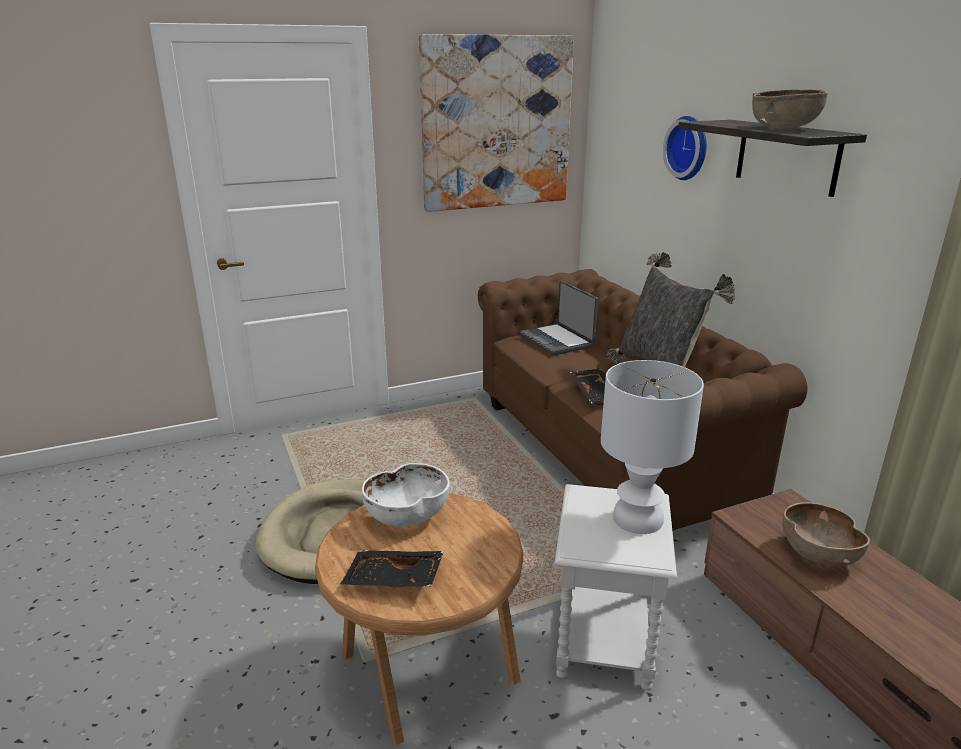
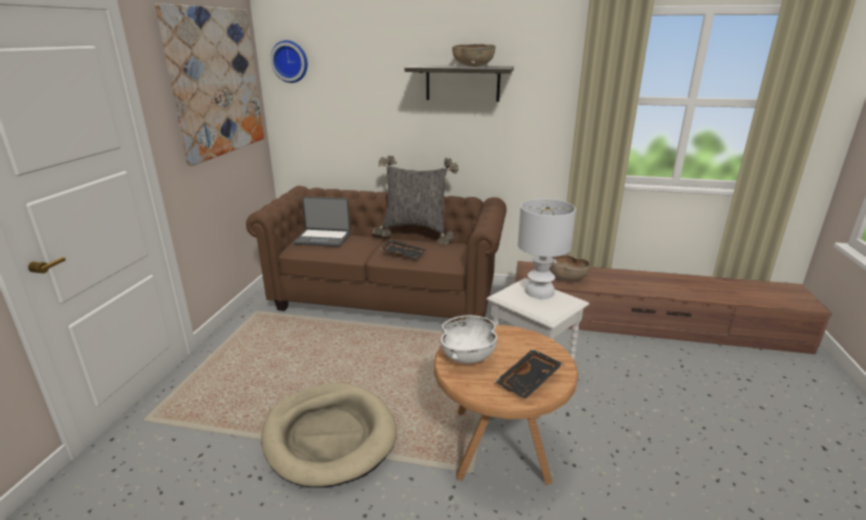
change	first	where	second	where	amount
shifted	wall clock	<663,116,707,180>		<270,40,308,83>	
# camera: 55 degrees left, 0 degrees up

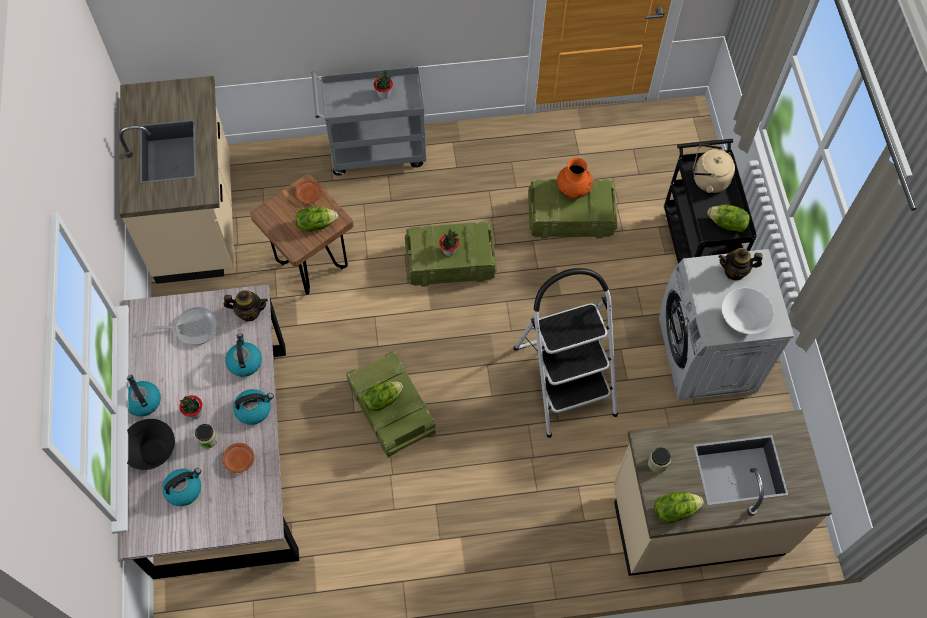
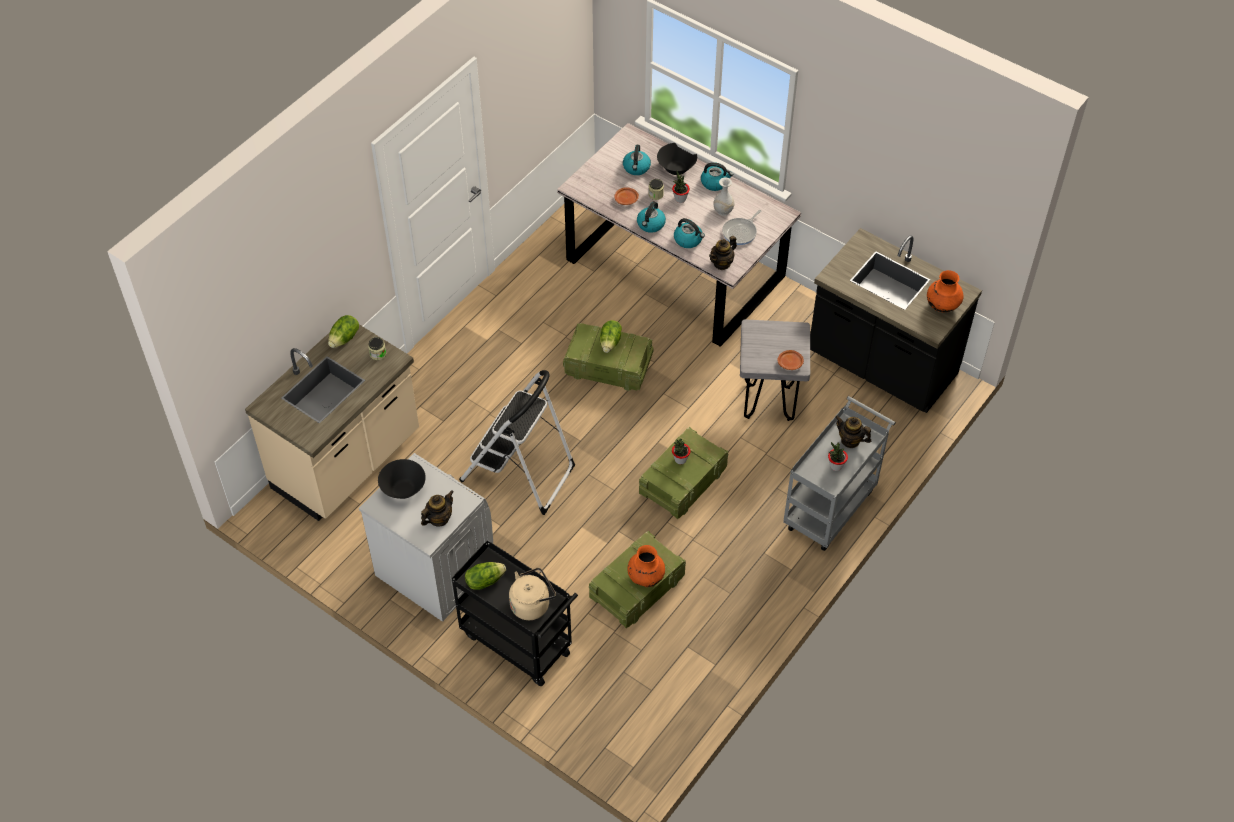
change	first	where	second	where	amount
repainted	white bowl	<722,288,774,334>	black bowl	<378,459,426,499>	
new			white vase	<713,177,734,216>	
repainted	brown stool	<250,174,354,295>	grey stool	<740,319,810,421>	
repainted	beige counter	<119,76,235,284>	black counter	<810,228,982,413>	
new			teapot	<835,415,871,448>	
new			orange vase	<927,270,964,312>	
gone	lettuce	<296,207,338,232>			
# camera: 135 degrees right, 10 degrees down

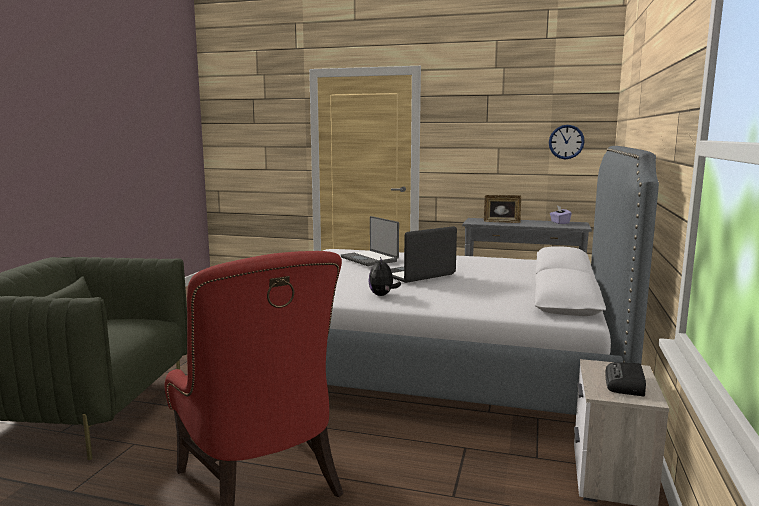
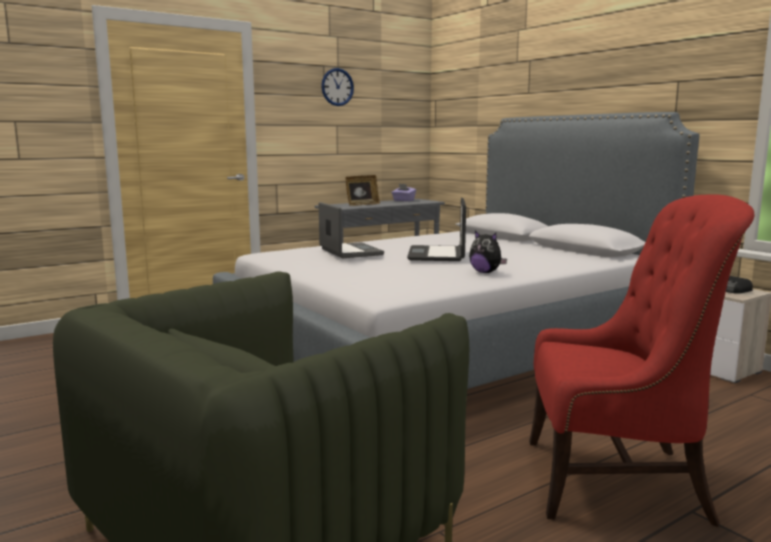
change	first	where	second	where	amount
rotated	laptop	<341,216,399,266>		<319,202,384,258>	120 degrees counterclockwise
shifted	wall clock	<549,125,585,159>		<321,68,354,106>	
# camera: 50 degrees left, 0 degrees up

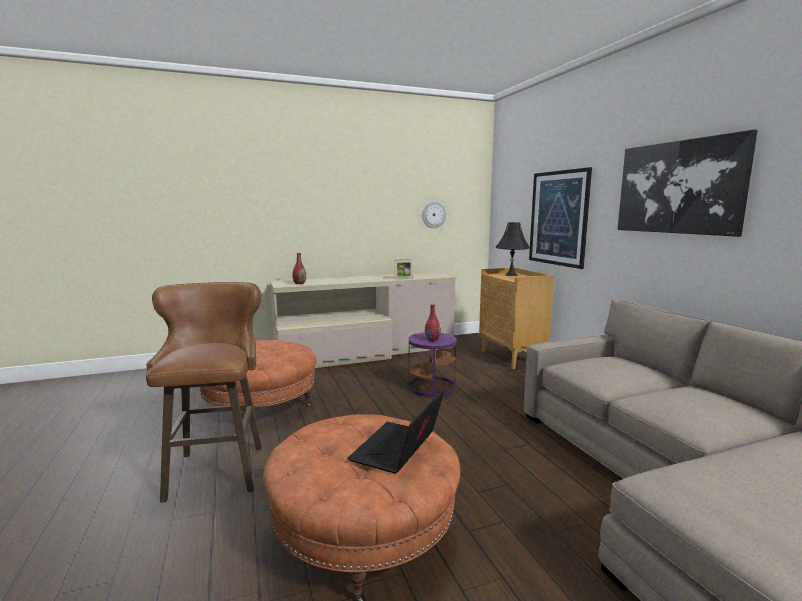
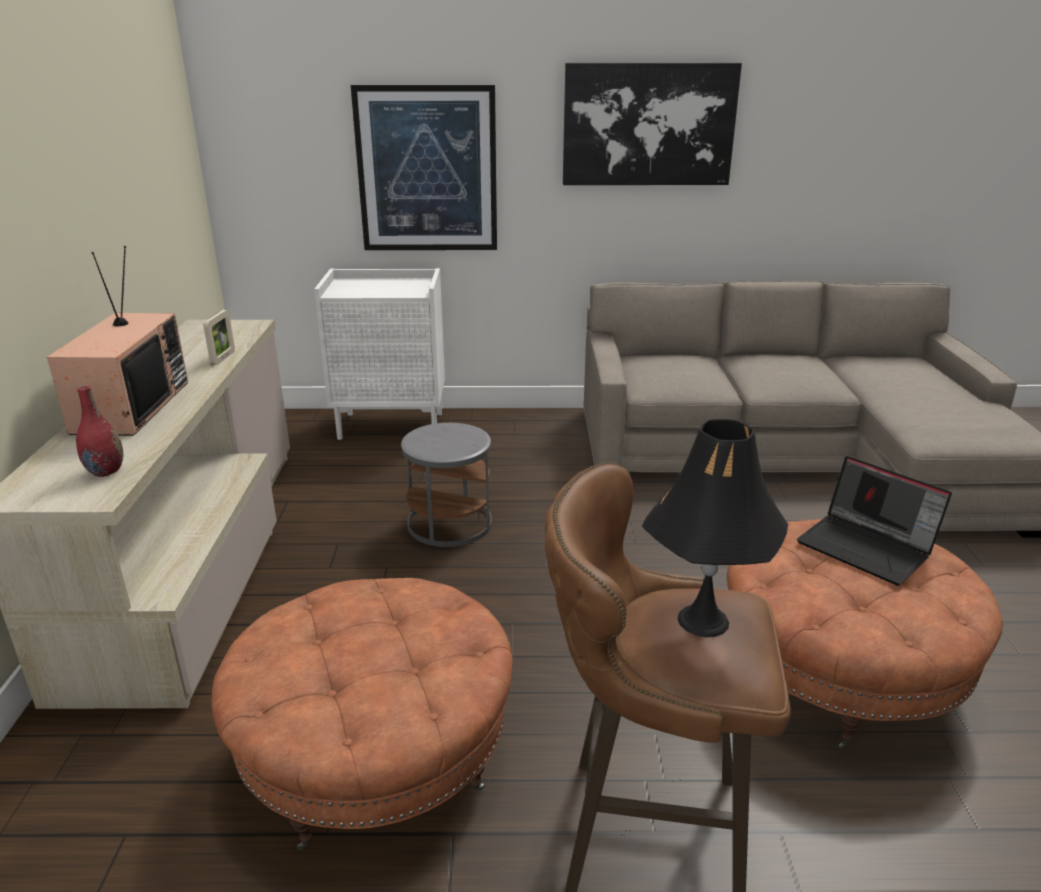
change	first	where	second	where	amount
new			television	<47,246,188,436>	
repainted	brown cabinet	<479,267,554,369>	white cabinet	<314,268,445,440>	
repainted	purple side table	<408,332,457,397>	grey side table	<401,423,492,547>	
shifted	black table lamp	<495,222,530,276>		<642,419,788,637>	
gone	wall clock	<422,201,446,228>			
gone	red vase	<425,304,441,341>			
# camera: 70 degrees left, 15 degrees up

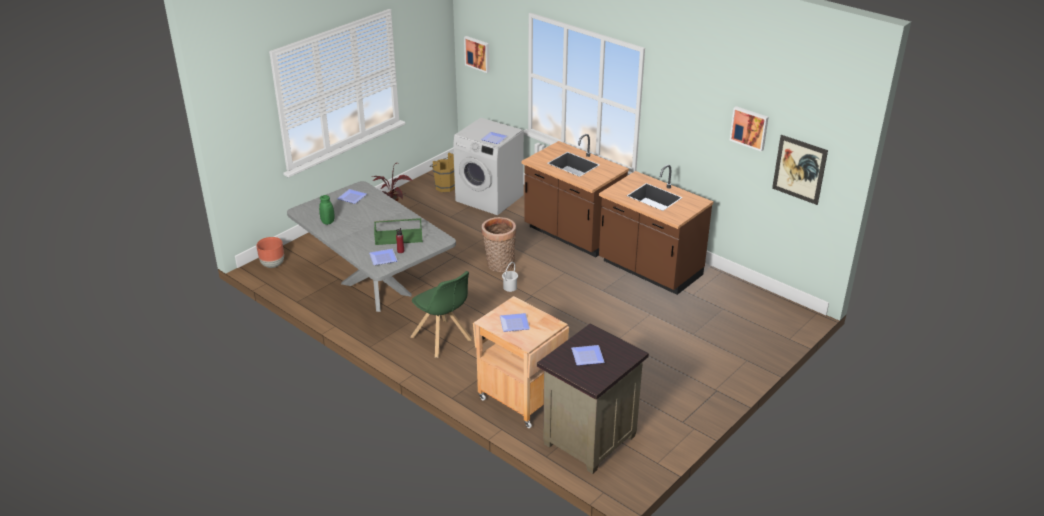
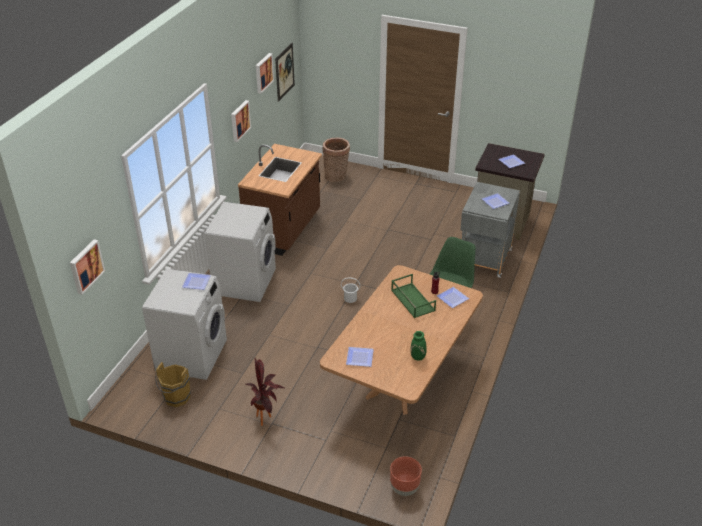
change	first	where	second	where	amount
swapped	brown counter	<521,134,629,257>	white washing machine	<205,202,276,302>	
new			picture	<231,100,251,142>	
repainted	grey dining table	<287,181,456,312>	brown dining table	<320,265,483,415>	
shifted	basket	<482,217,516,272>		<323,138,350,182>	
repainted	brown cart	<473,296,569,428>	grey cart	<460,182,520,278>	
# camera: 110 degrees left, 5 degrees up

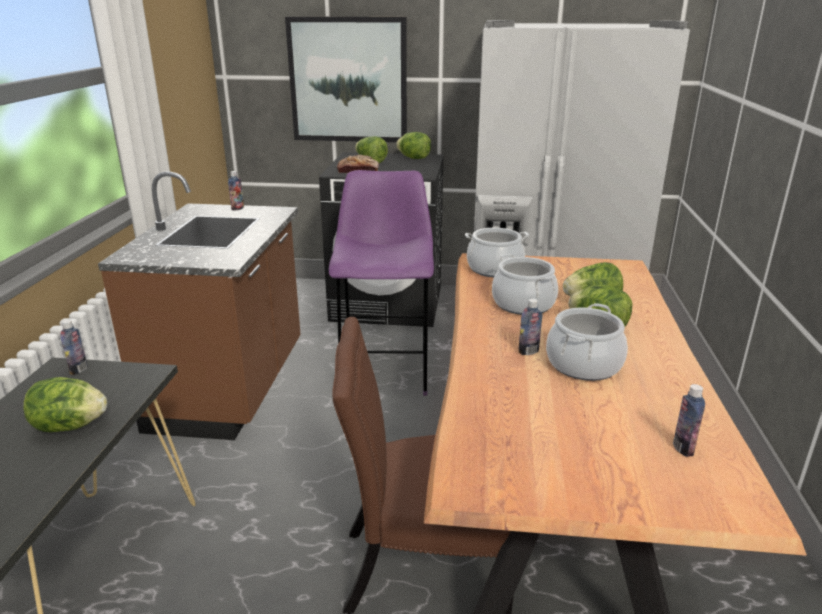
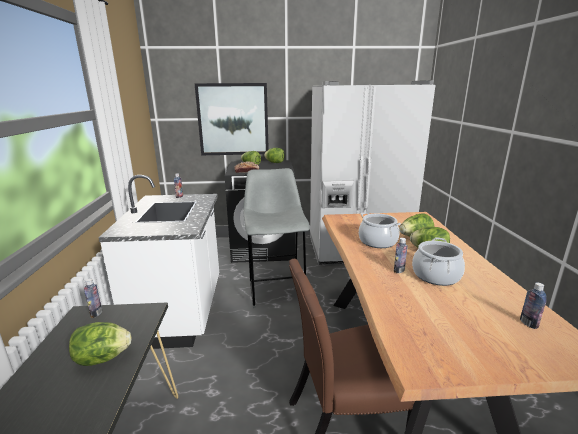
change	first	where	second	where	amount
repainted	brown counter	<98,172,301,440>	white counter	<99,175,219,349>	
repainted	purple stool	<329,170,434,395>	grey stool	<243,168,310,308>	
gone	cooking pot	<465,228,529,277>			
# camera: 10 degrees left, 5 degrees down

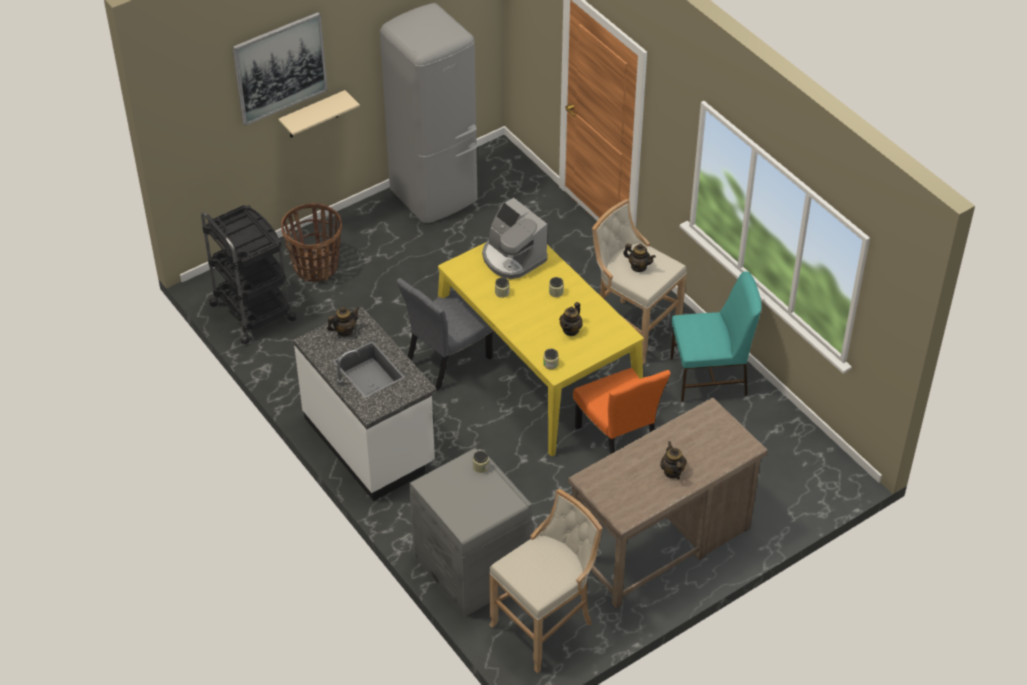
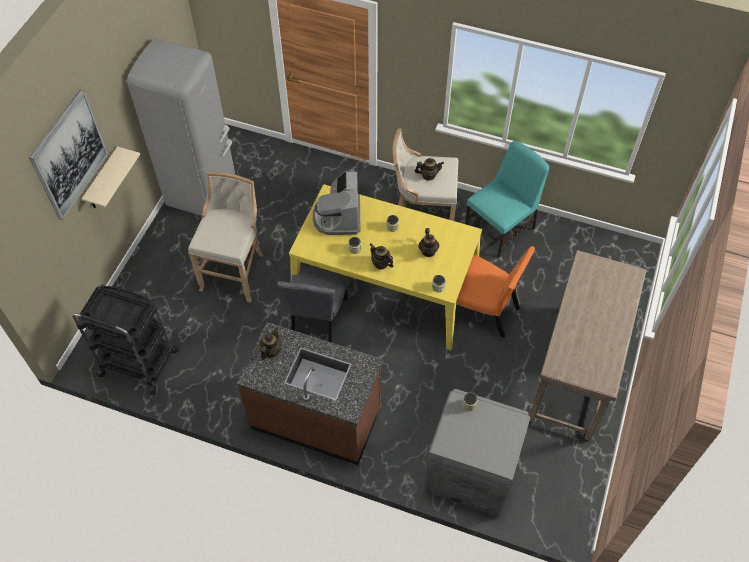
change	first	where	second	where	amount
shifted	beige stool	<489,489,603,673>		<188,172,263,303>	
repainted	white counter	<293,306,437,501>	brown counter	<236,322,383,465>	
rotated	coffee machine	<482,198,547,279>		<313,171,361,235>	75 degrees clockwise
shifted	teapot	<660,441,687,480>		<369,244,393,270>	
gone	basket	<281,203,342,282>			
# camera: 35 degrees left, 10 degrees up

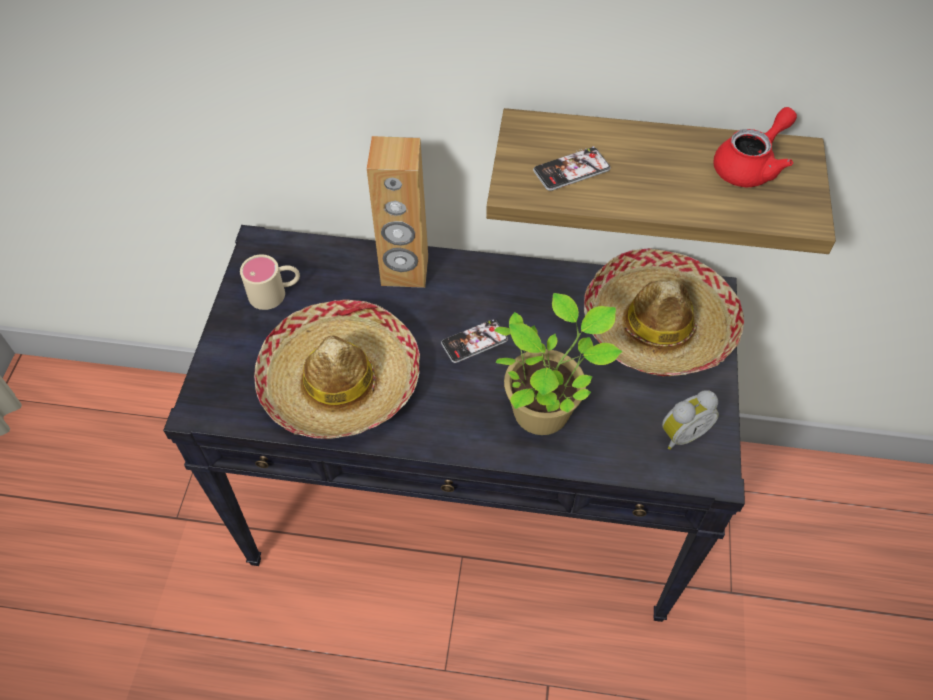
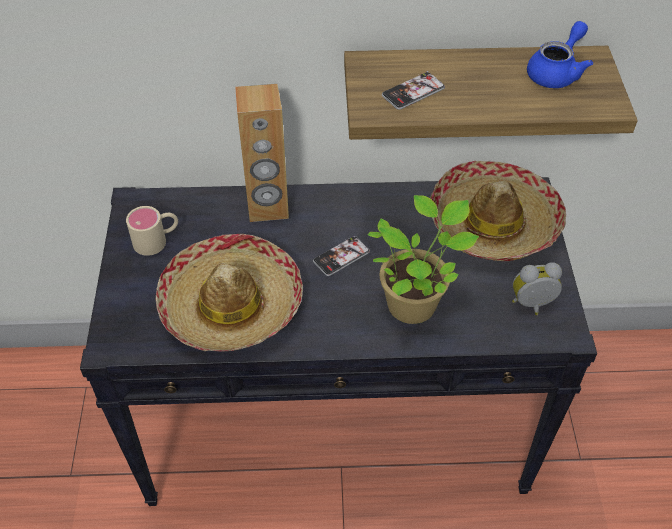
change	first	where	second	where	amount
rotated	alarm clock	<662,390,719,450>		<512,262,562,315>	150 degrees counterclockwise
repainted	red teapot	<713,107,797,187>	blue teapot	<527,21,593,88>	
# camera: 10 degrees left, 5 degrees down

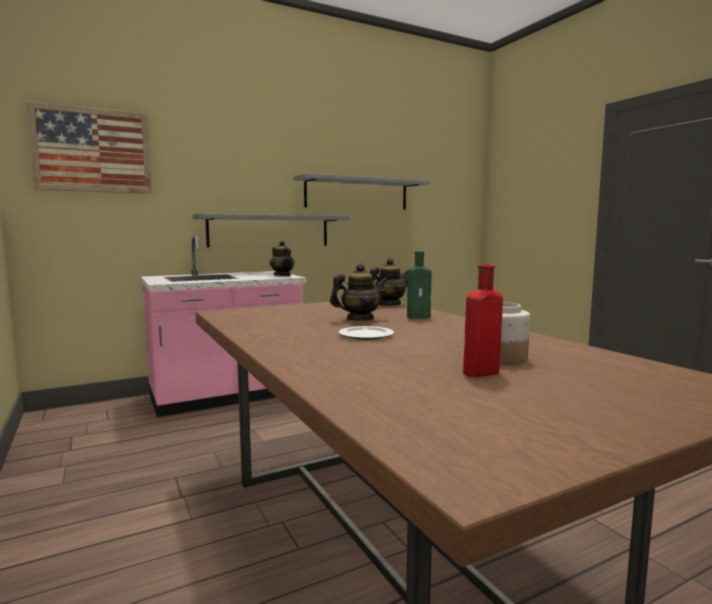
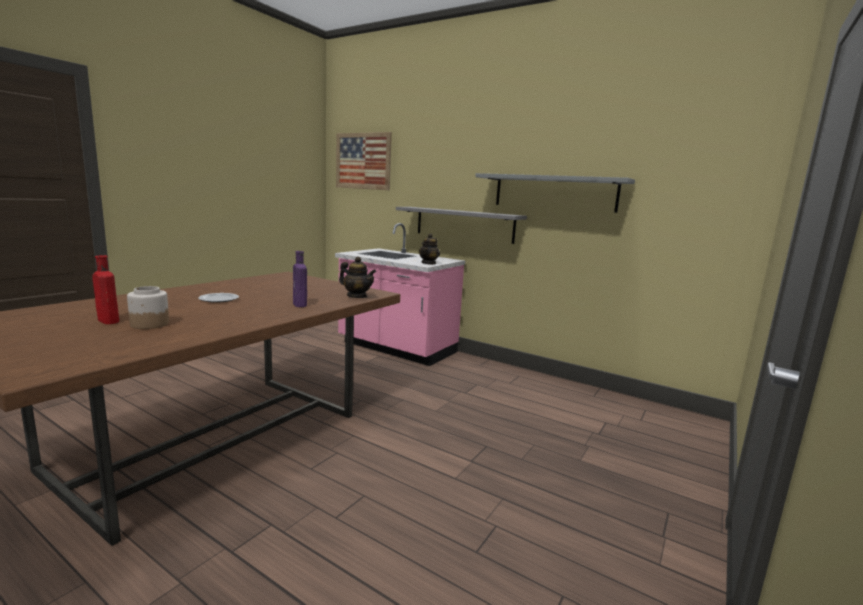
change	first	where	second	where	amount
repainted	green bottle	<407,251,431,319>	purple bottle	<293,251,307,307>	
gone	teapot	<330,263,389,320>			
# camera: 60 degrees right, 5 degrees up

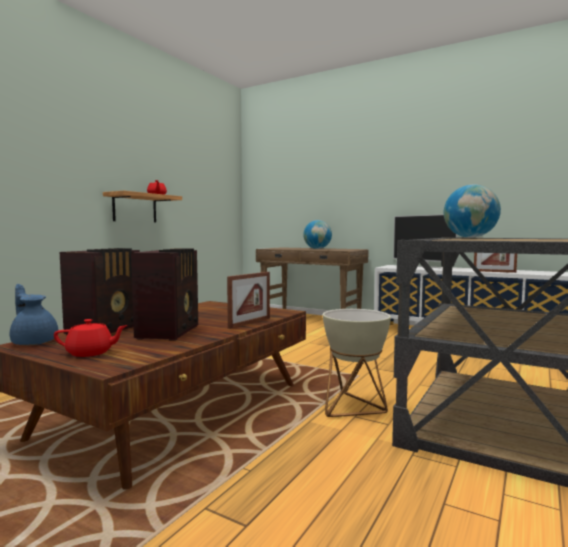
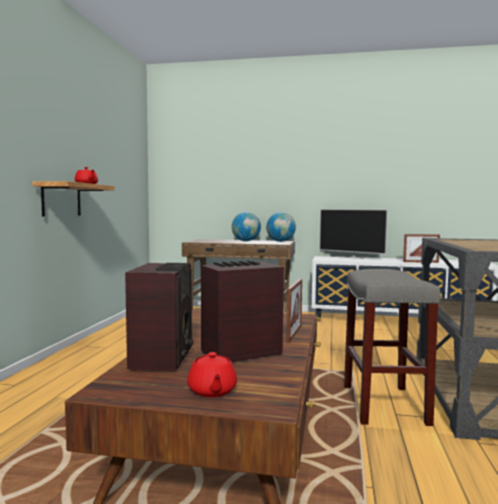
change	first	where	second	where	amount
rotated	red teapot	<54,319,128,357>		<187,352,237,398>	105 degrees clockwise
rotated	radio	<131,248,198,341>		<201,260,284,362>	105 degrees counterclockwise
shifted	globe	<444,185,501,238>		<266,212,296,242>	
swapped	planter	<323,309,391,417>	grey stool	<344,269,440,426>	
gone	blue teapot	<10,284,58,345>			
# camera: 20 degrees left, 0 degrees up

